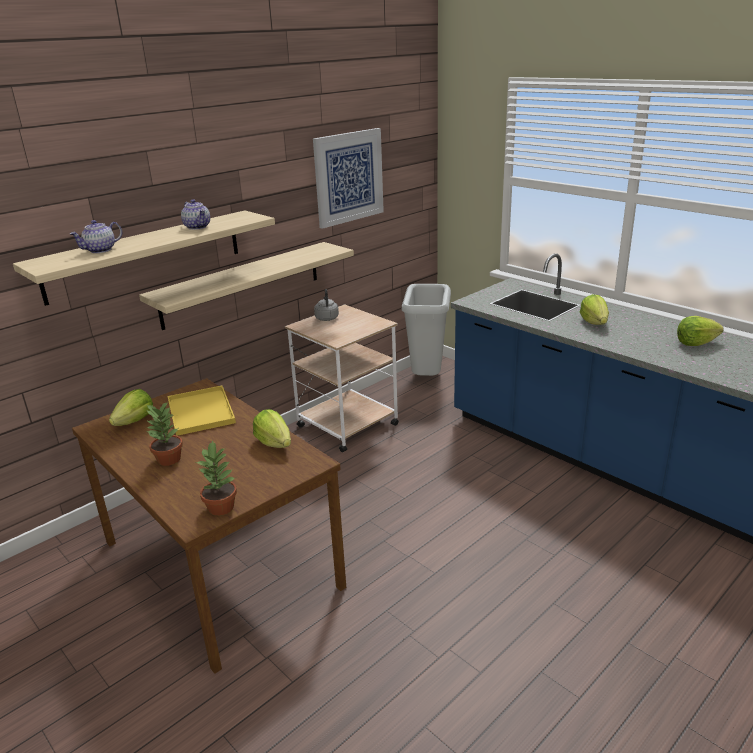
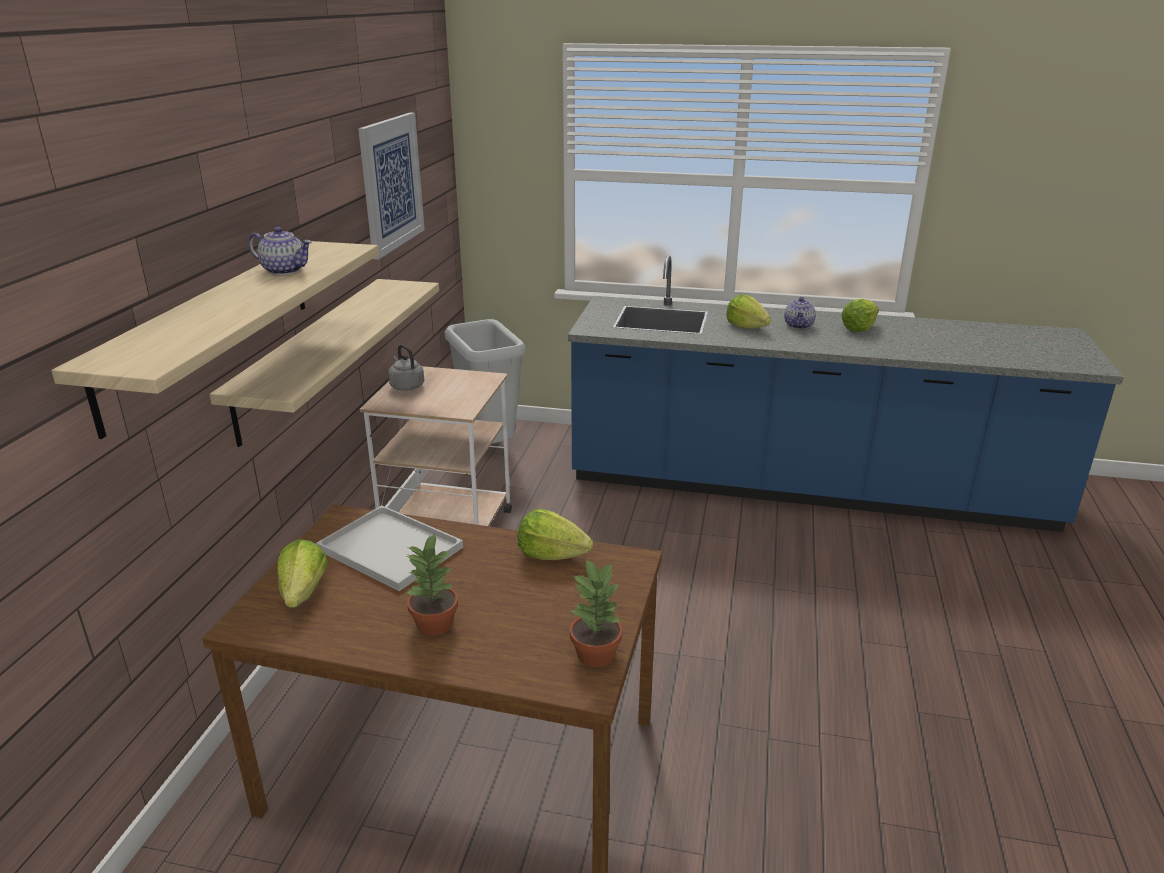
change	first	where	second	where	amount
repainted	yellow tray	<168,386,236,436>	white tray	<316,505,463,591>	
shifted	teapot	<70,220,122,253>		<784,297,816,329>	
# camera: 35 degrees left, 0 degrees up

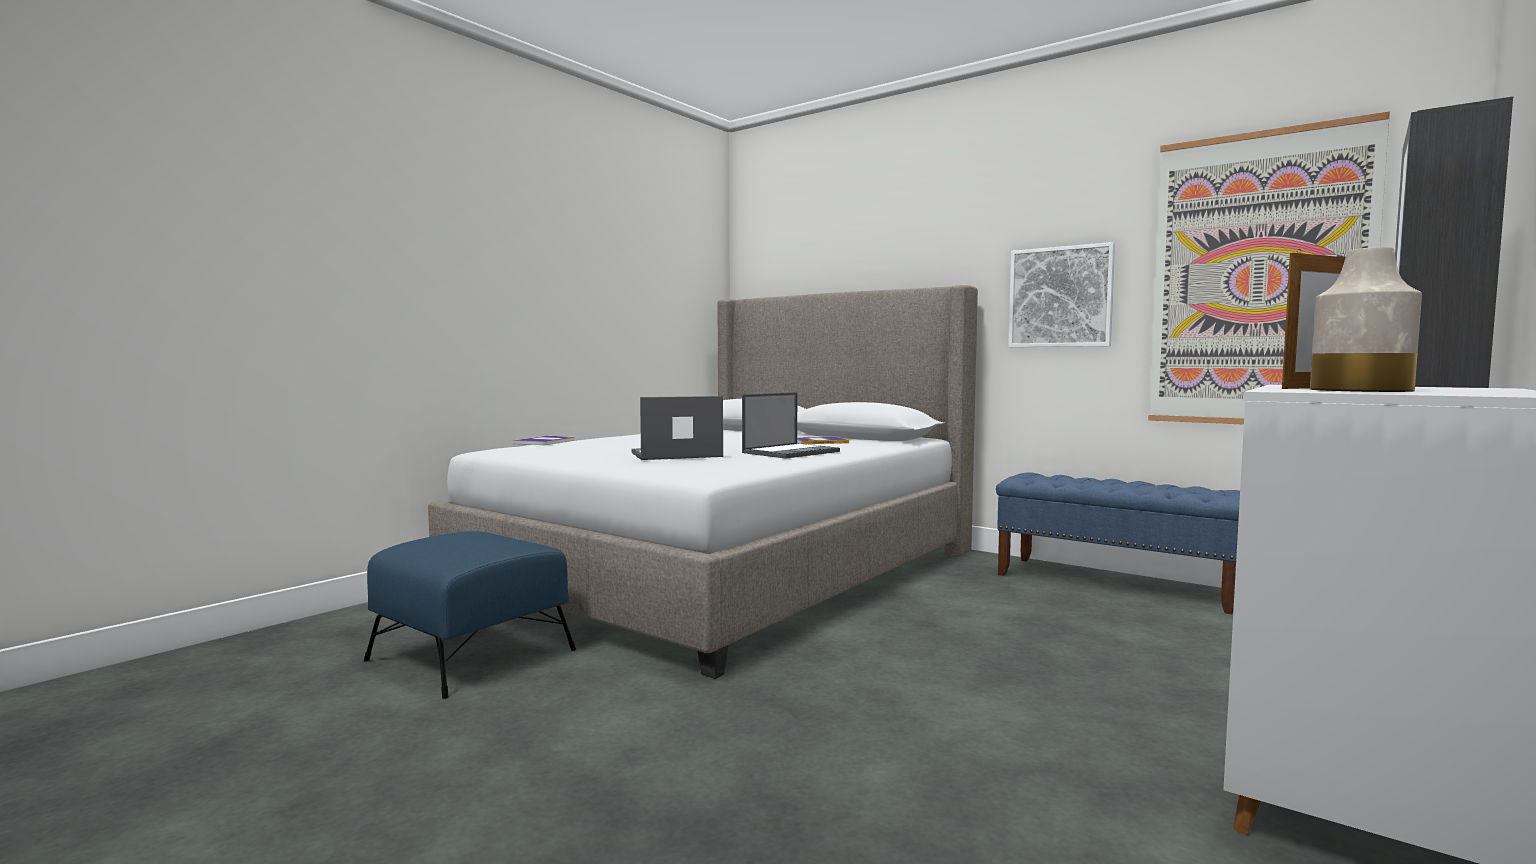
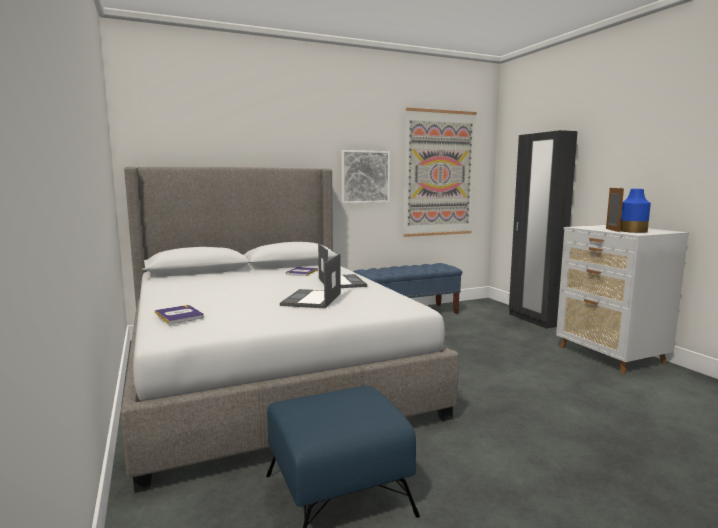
change	first	where	second	where	amount
repainted	beige vase	<1310,247,1422,392>	blue vase	<620,189,651,233>	
# camera: 60 degrees left, 5 degrees up

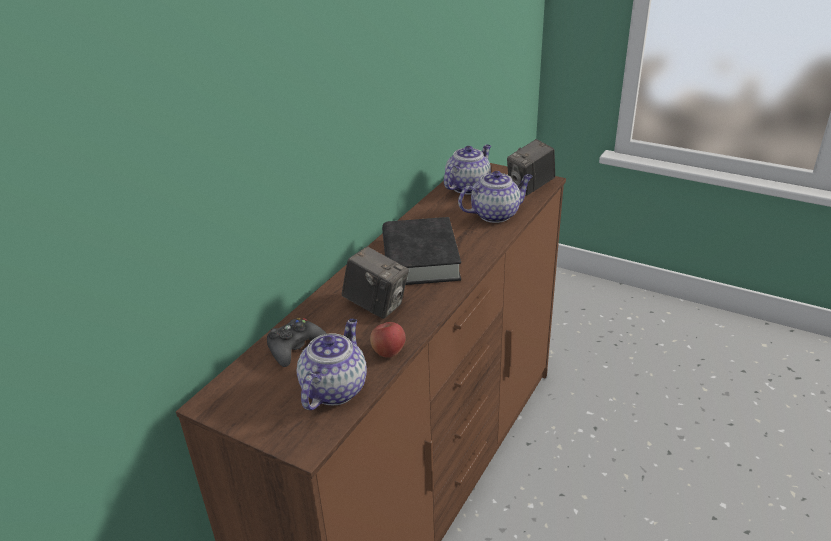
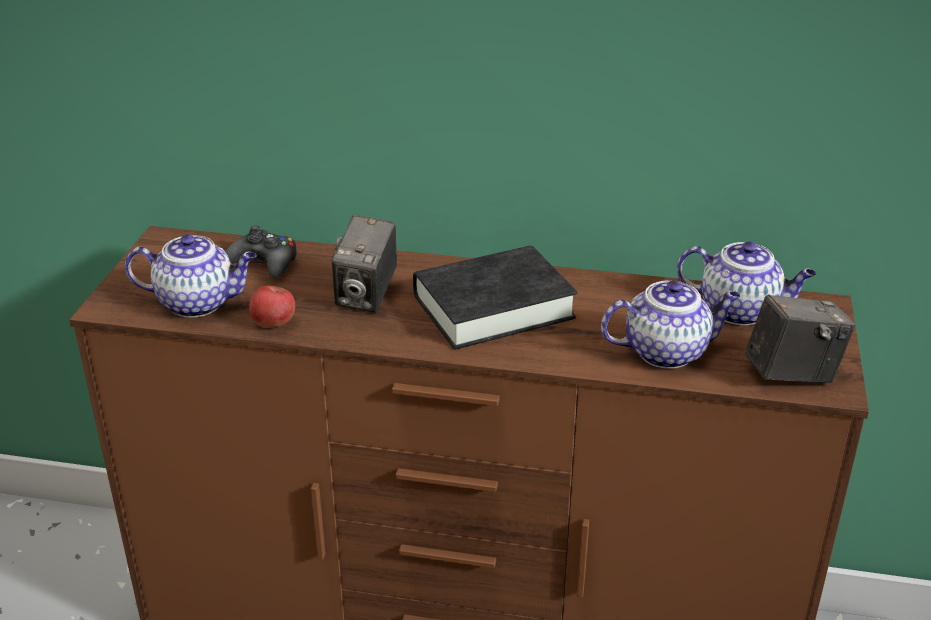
change	first	where	second	where	amount
rotated	teapot	<458,171,533,223>		<601,280,740,369>	60 degrees counterclockwise
rotated	photo camera	<507,139,555,196>		<745,294,855,383>	135 degrees clockwise
# camera: 70 degrees right, 0 degrees up

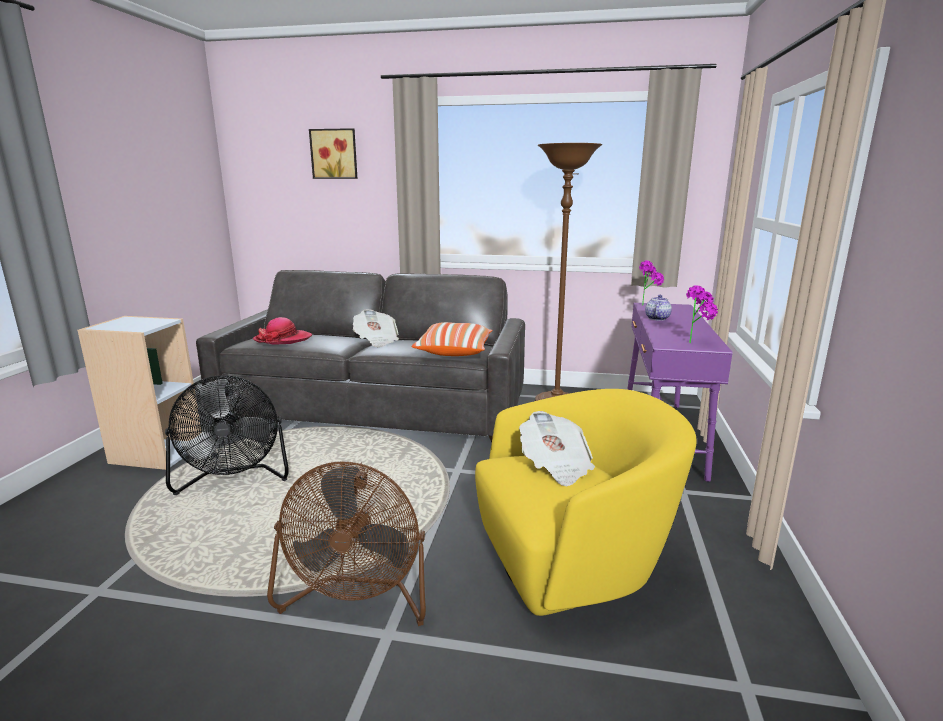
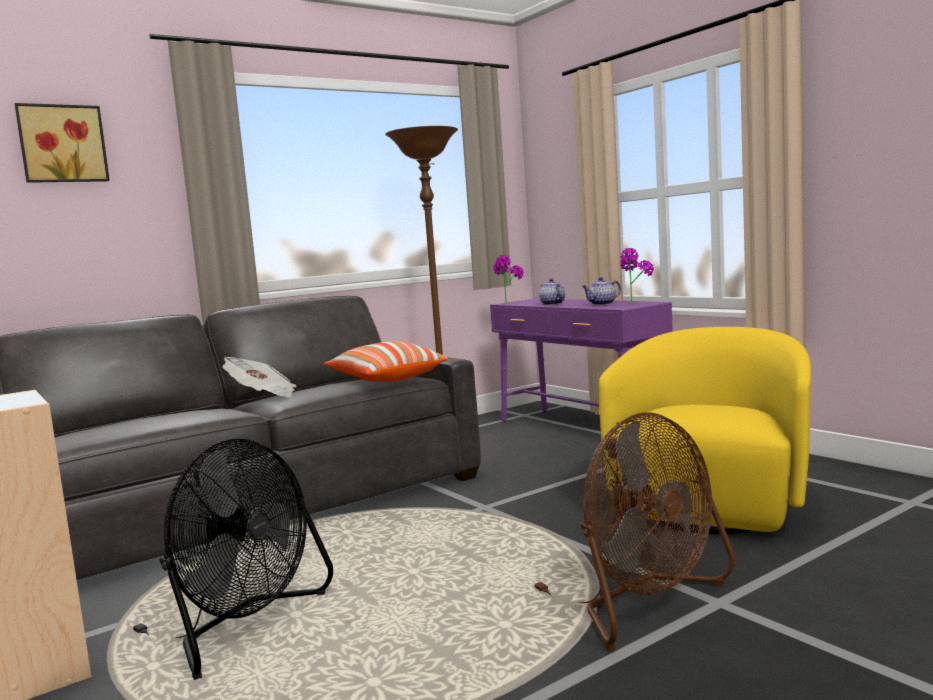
change	first	where	second	where	amount
new			teapot	<582,277,621,305>	
gone	hat	<253,317,312,344>			
gone	newspaper	<519,411,595,487>			
# camera: 45 degrees left, 10 degrees down

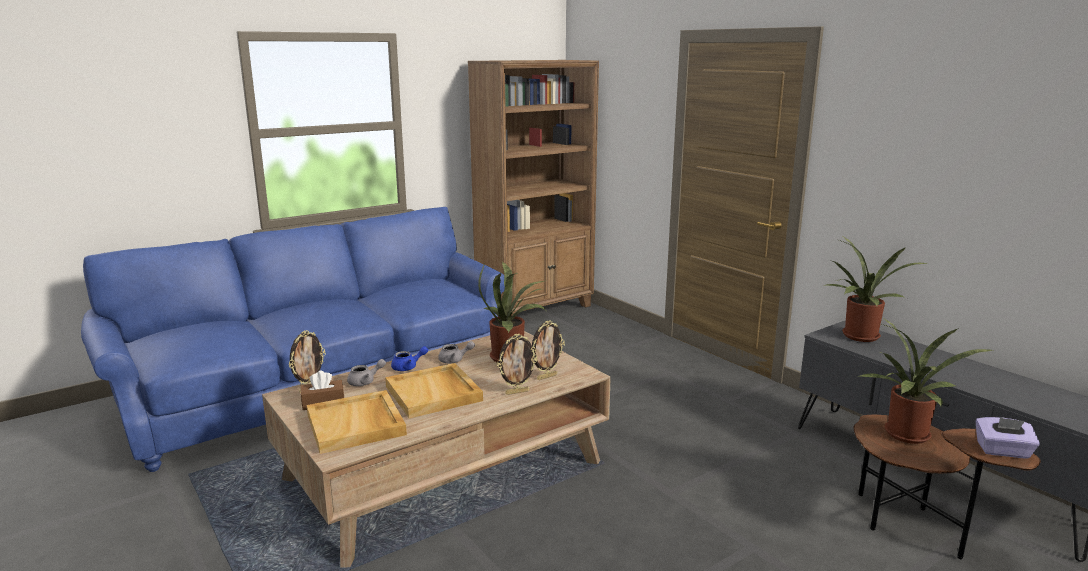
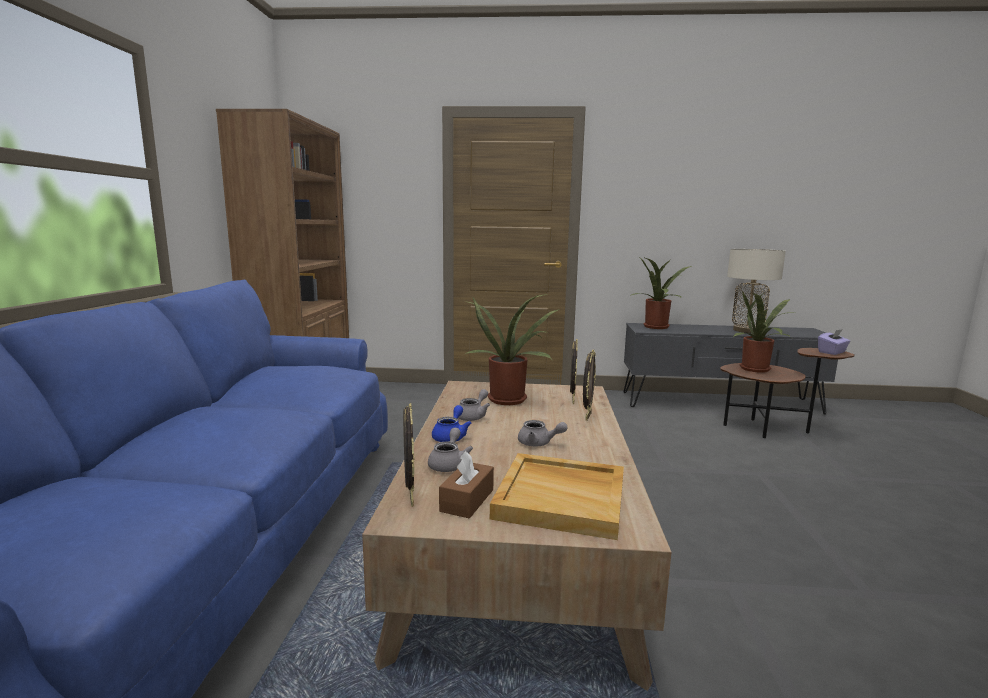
change	first	where	second	where	amount
swapped	beige tray	<385,363,483,418>	grey teapot	<518,420,568,446>	
new			table lamp	<727,249,786,333>	
# camera: 50 degrees left, 5 degrees down

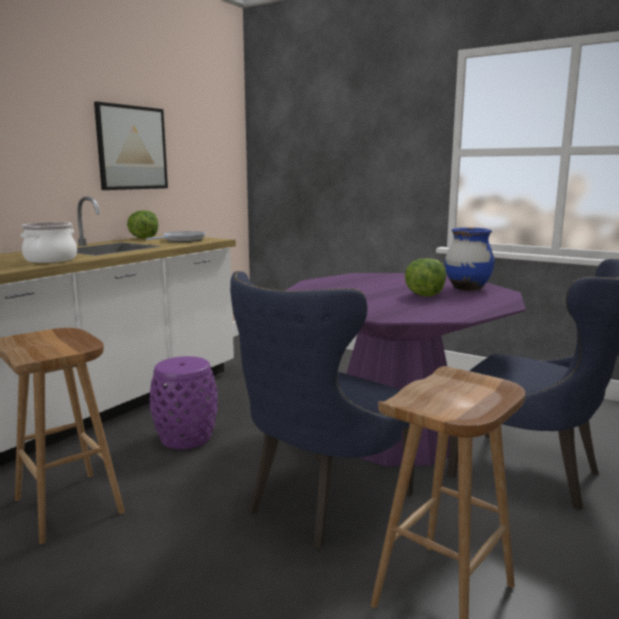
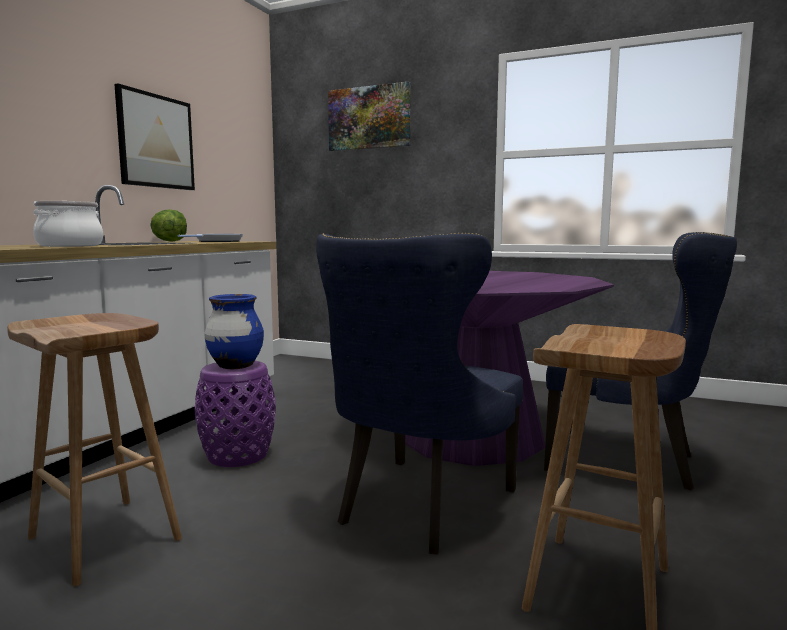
change	first	where	second	where	amount
shifted	blue vase	<445,227,495,291>		<204,294,264,369>	
new			picture	<328,82,411,151>	
gone	lettuce	<405,258,446,296>			
# camera: 10 degrees left, 5 degrees down

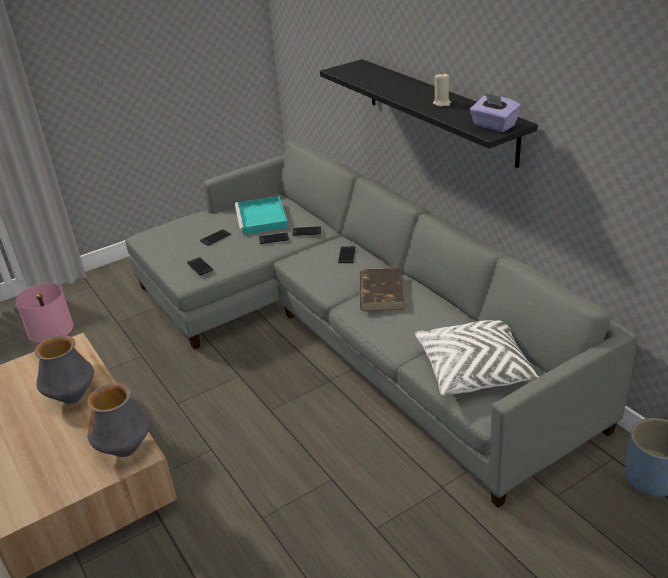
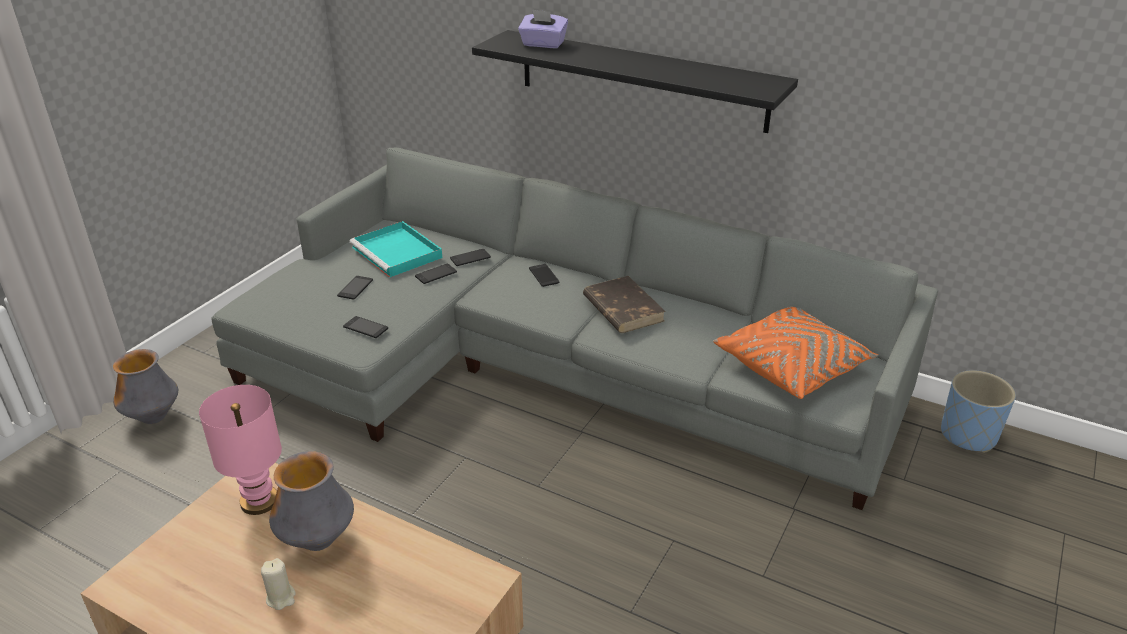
change	first	where	second	where	amount
shifted	vase	<87,383,150,457>		<113,349,178,424>	
shifted	beige candle	<433,72,451,107>		<261,558,296,610>	
shifted	purple tissue box	<470,92,521,132>		<518,9,568,48>	
repainted	white pillow	<415,320,539,396>	orange pillow	<714,306,878,399>	
# camera: 30 degrees left, 0 degrees up

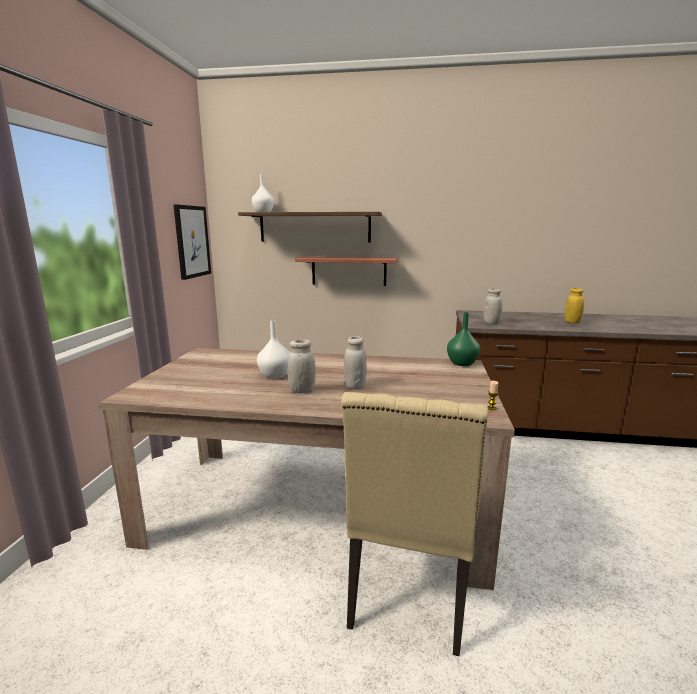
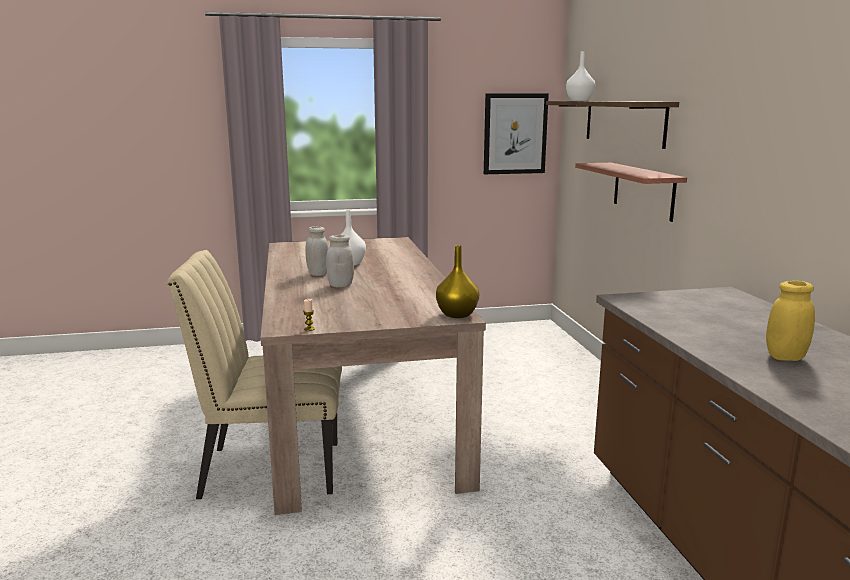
change	first	where	second	where	amount
repainted	green vase	<447,312,480,366>	yellow vase	<436,245,479,318>	
gone	white jar	<483,288,502,324>			
# camera: 70 degrees right, 0 degrees up

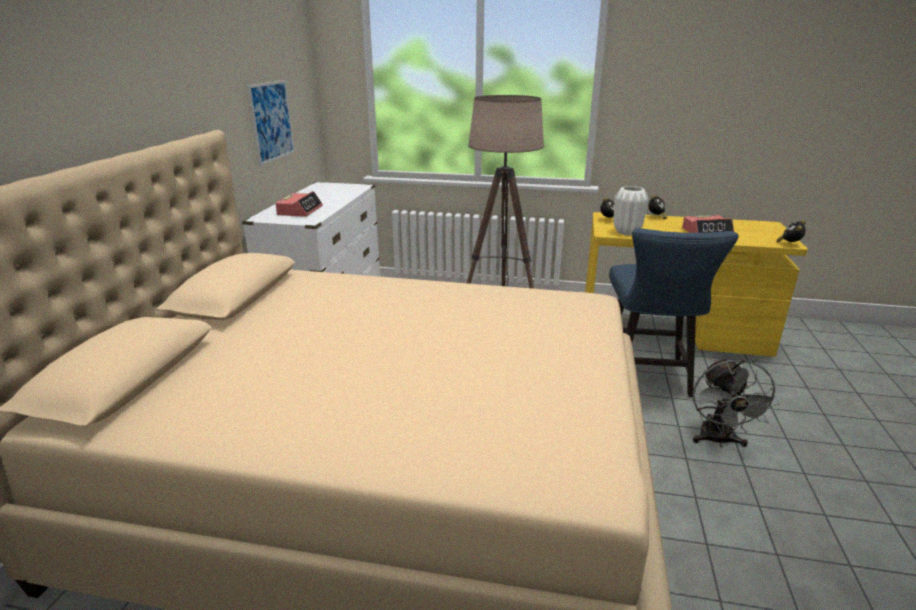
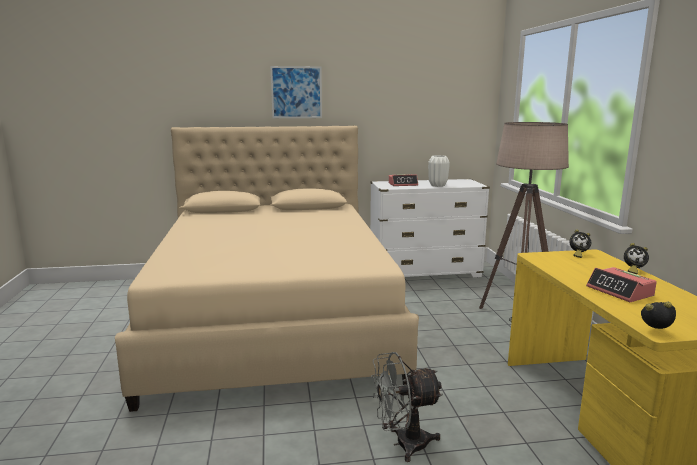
change	first	where	second	where	amount
shifted	picture	<247,80,295,166>		<270,66,322,118>	
shifted	white vase	<613,186,648,236>		<428,155,450,187>	
gone	blue chair	<609,228,739,397>			
# camera: 70 degrees right, 10 degrees down

